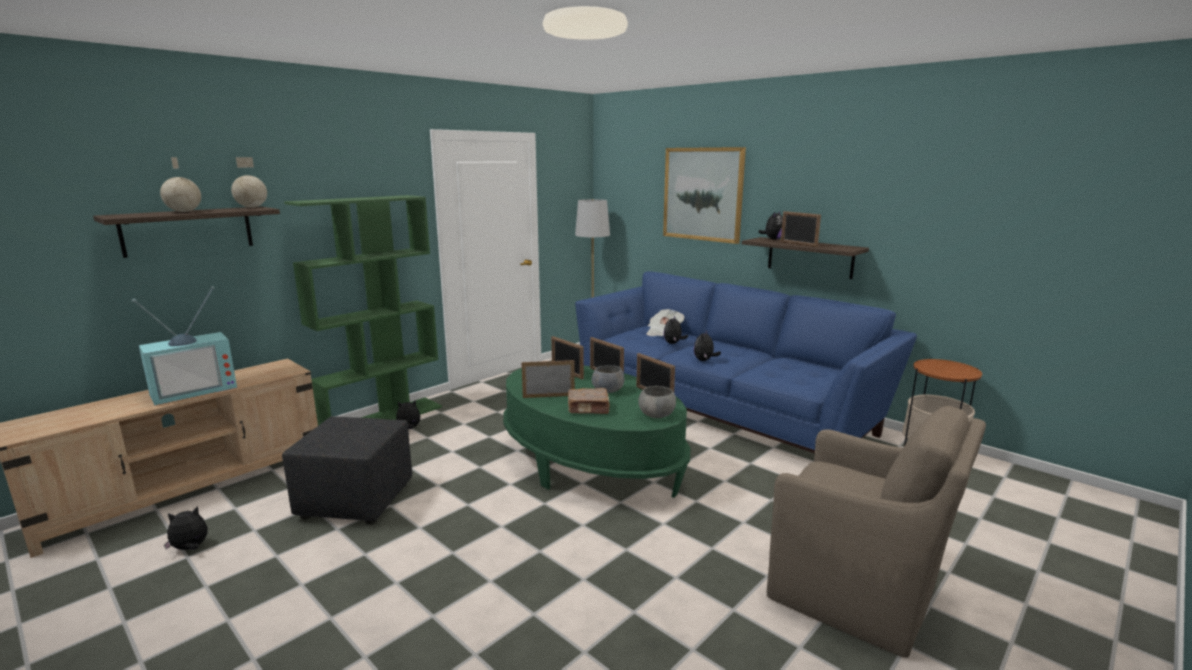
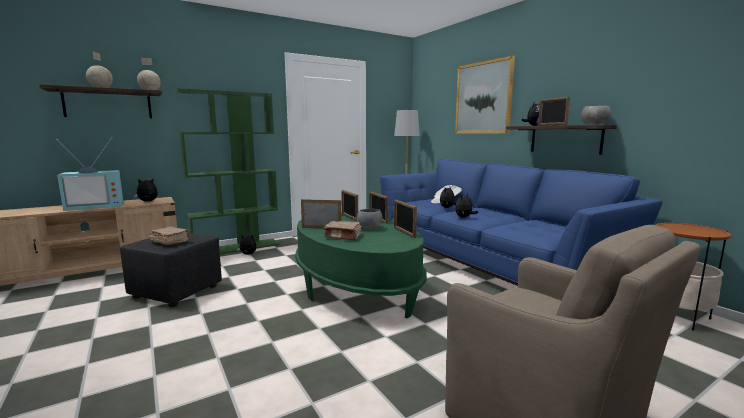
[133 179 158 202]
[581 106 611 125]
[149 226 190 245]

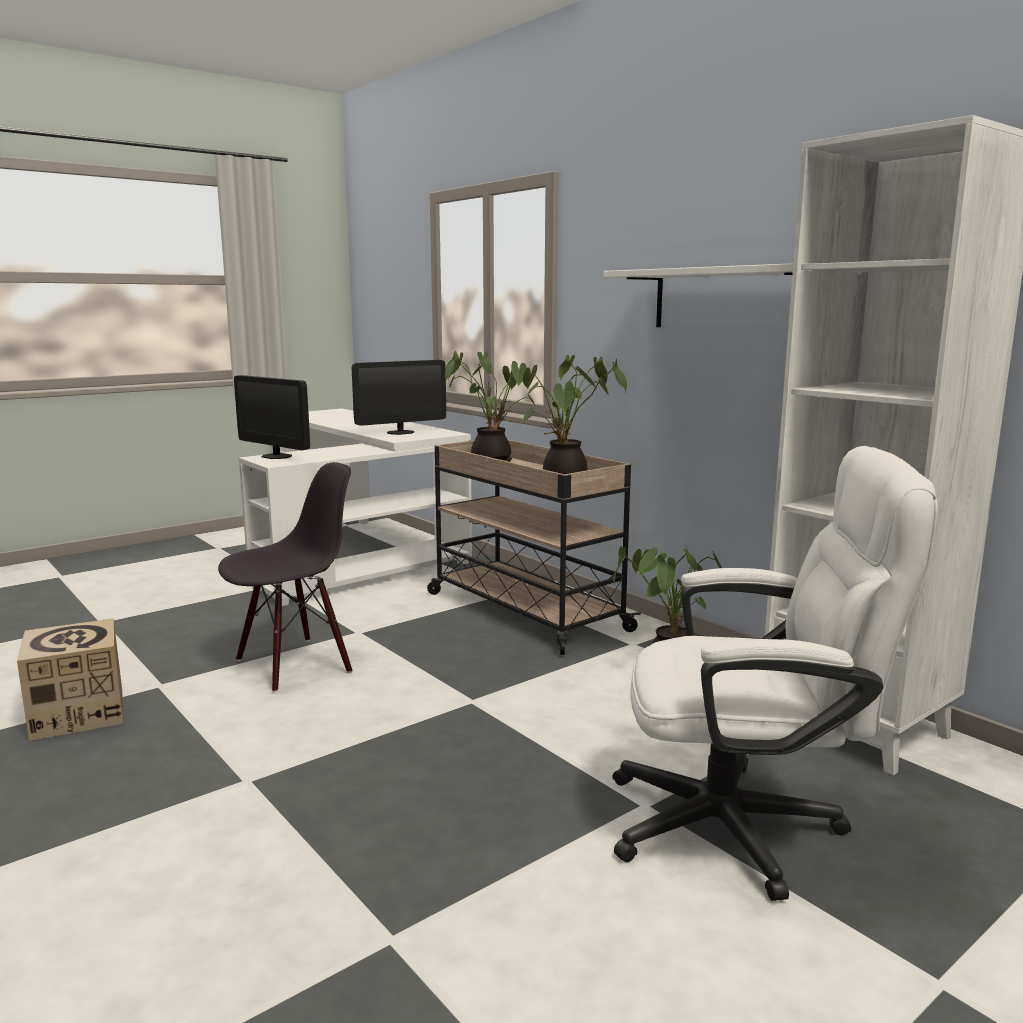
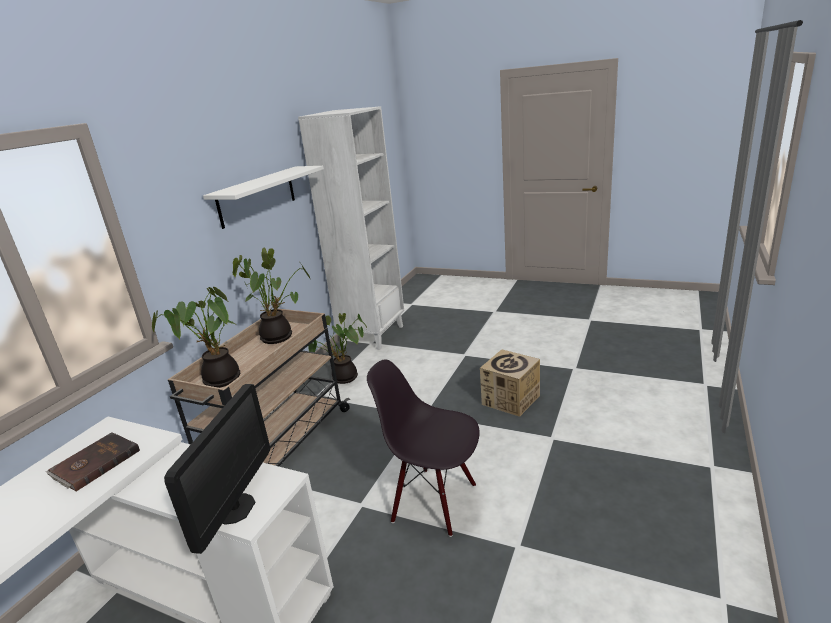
[480 349 540 417]
[46 432 140 492]
[613 446 938 901] (first image)

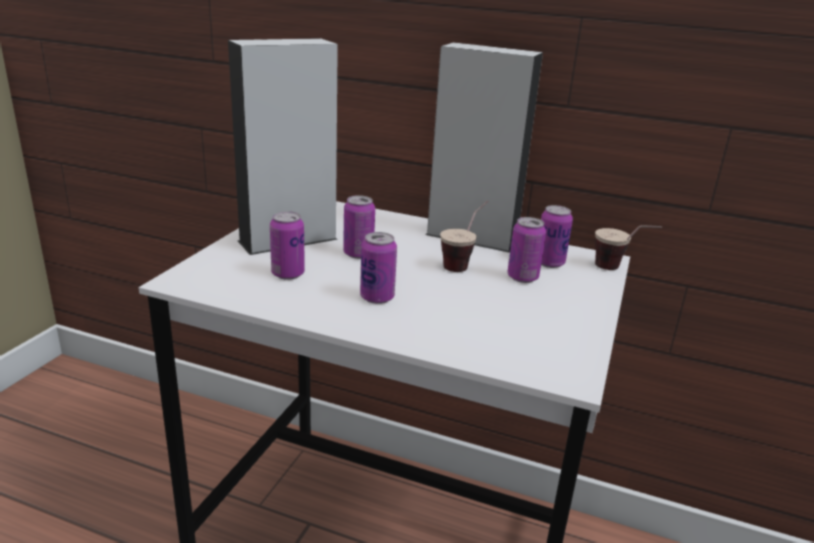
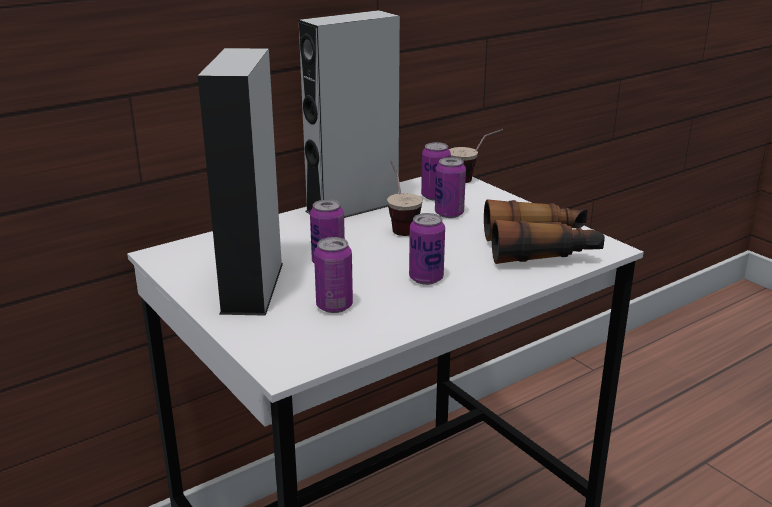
[484 199 605 264]

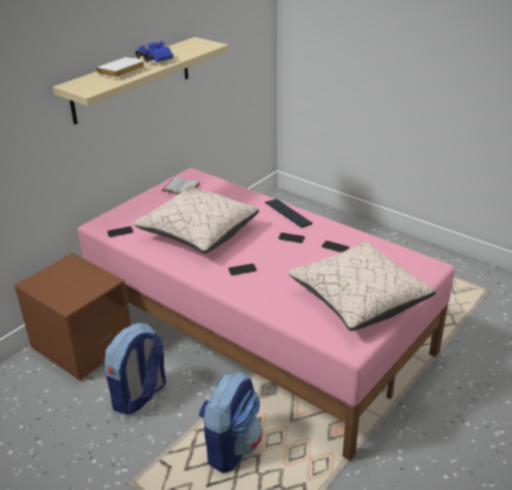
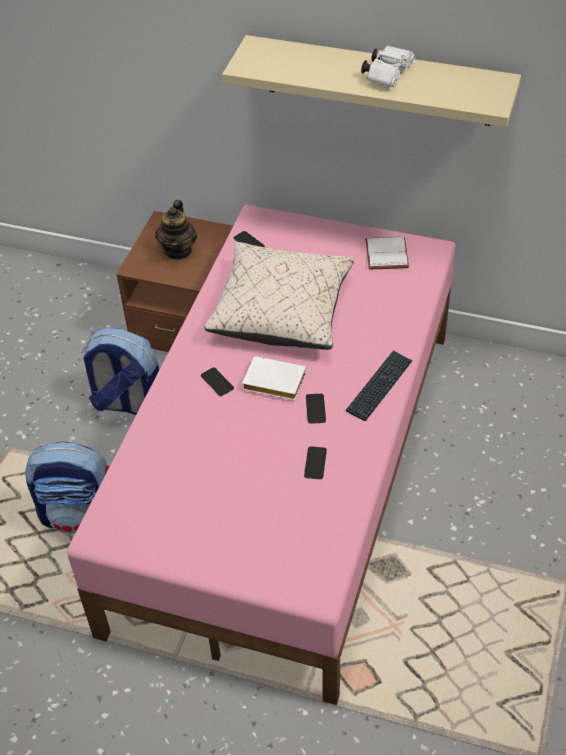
[242 356 306 401]
[361 46 415 88]
[288 241 436 331] (first image)
[155 200 197 260]

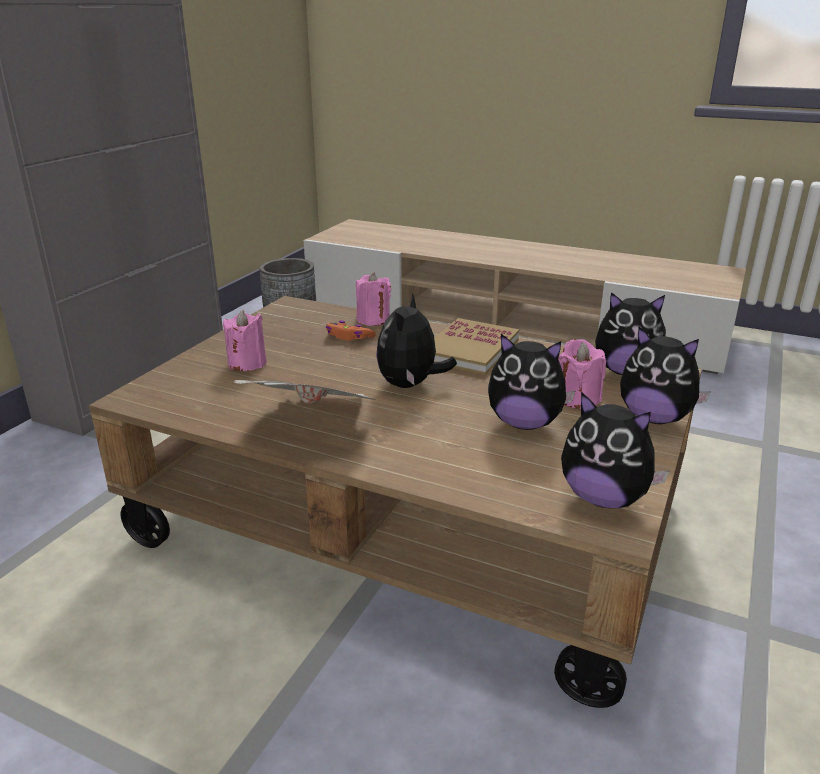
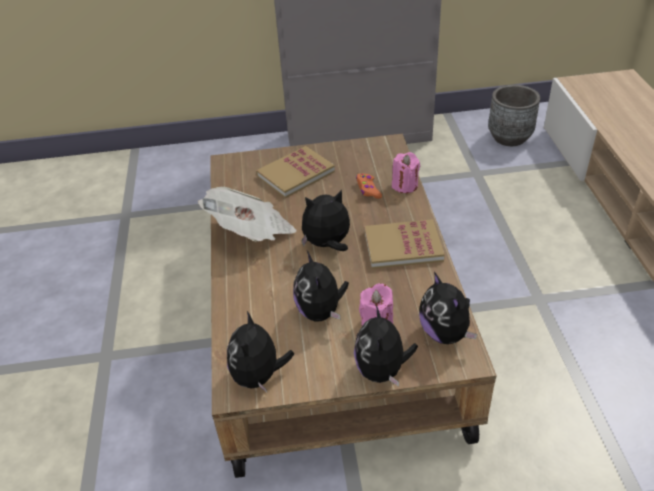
[256 146 335 198]

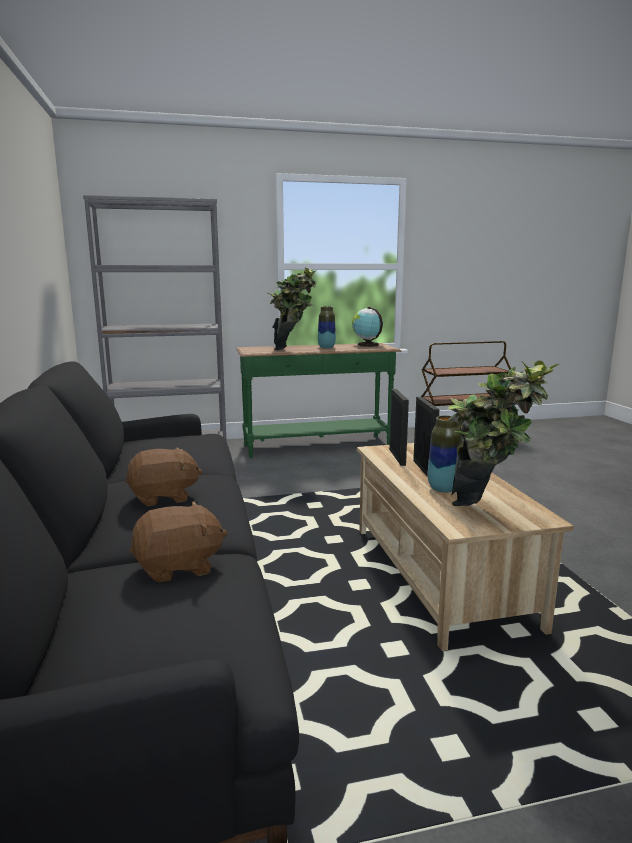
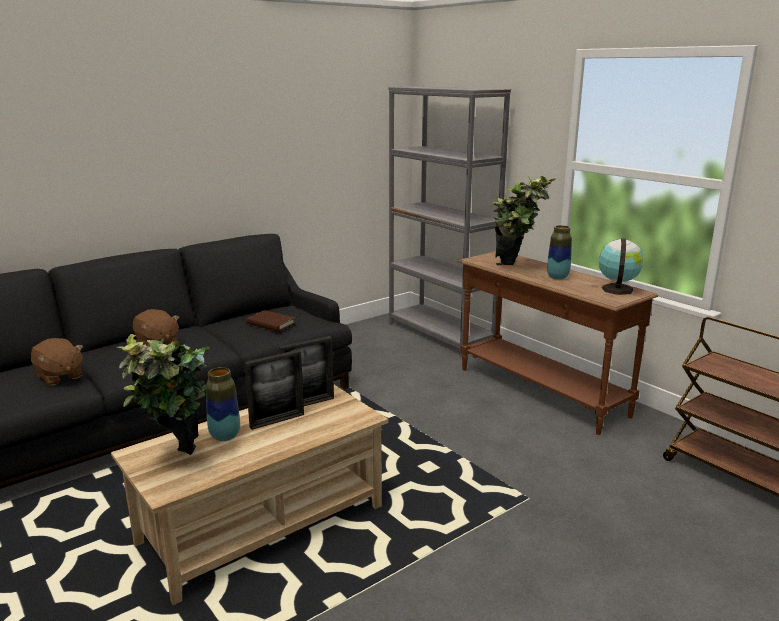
[457 251 658 435]
[246 310 295 332]

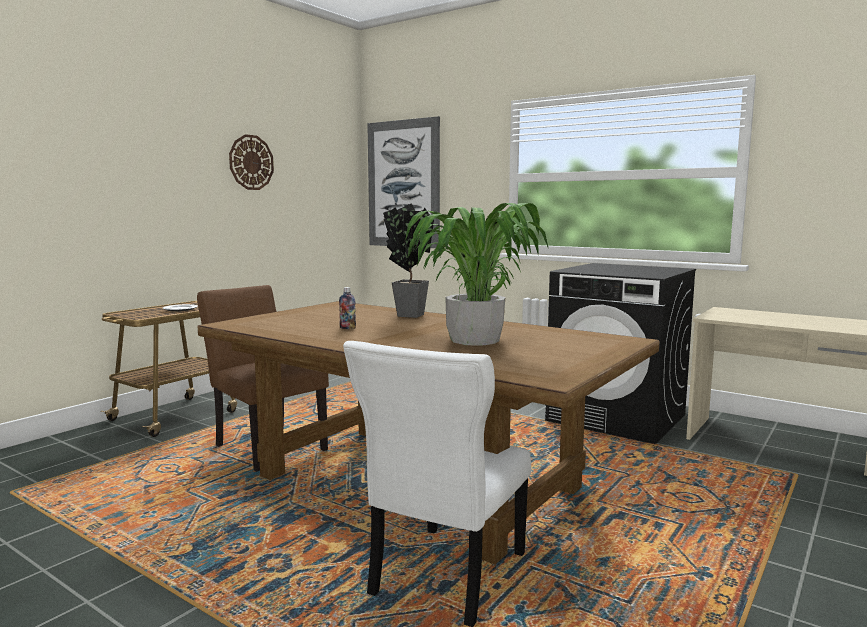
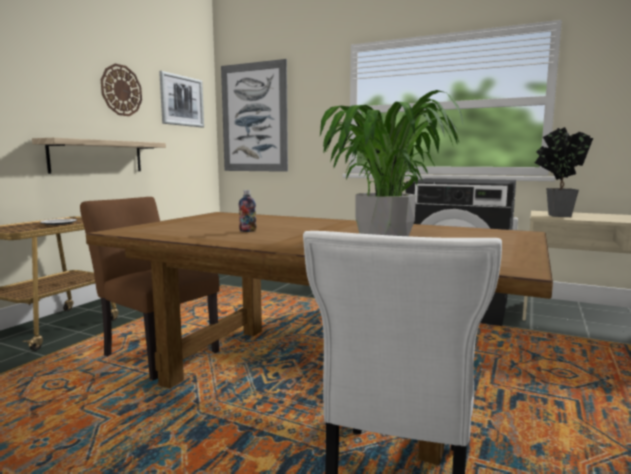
[535 127 593 217]
[32 138 166 174]
[159 71 204 127]

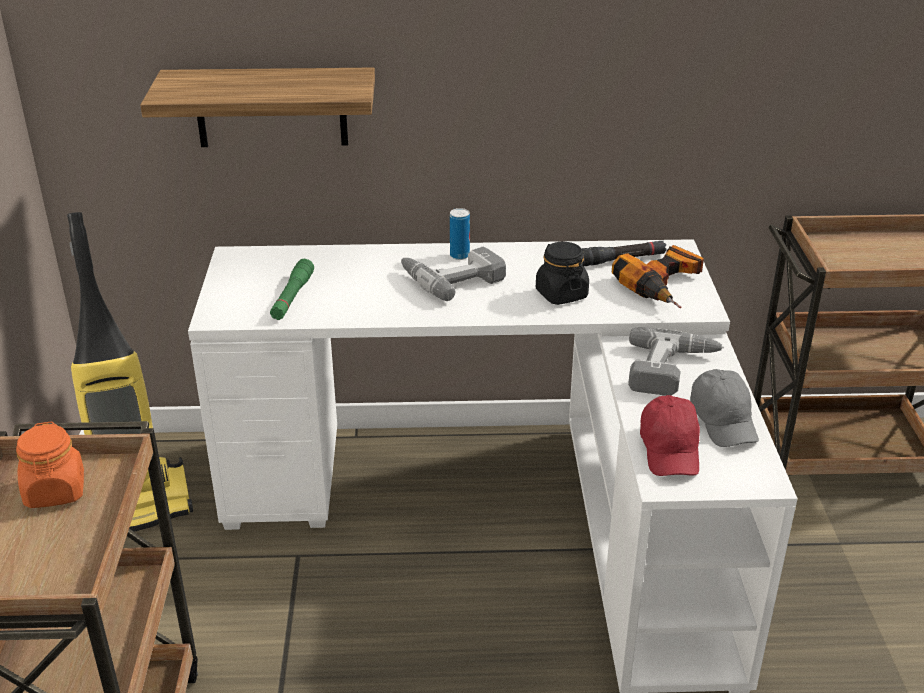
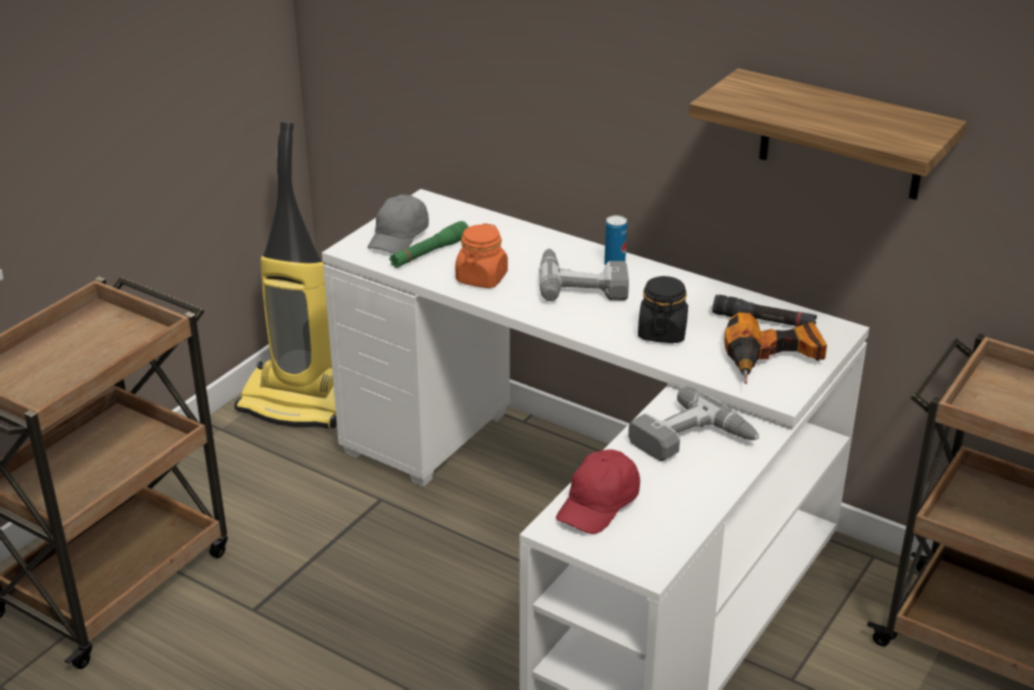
[455 223 508 288]
[689 68 967 200]
[367 195 429 254]

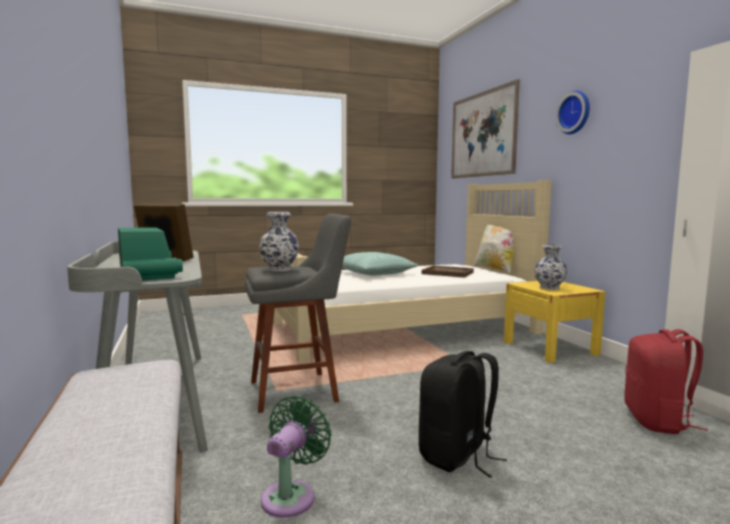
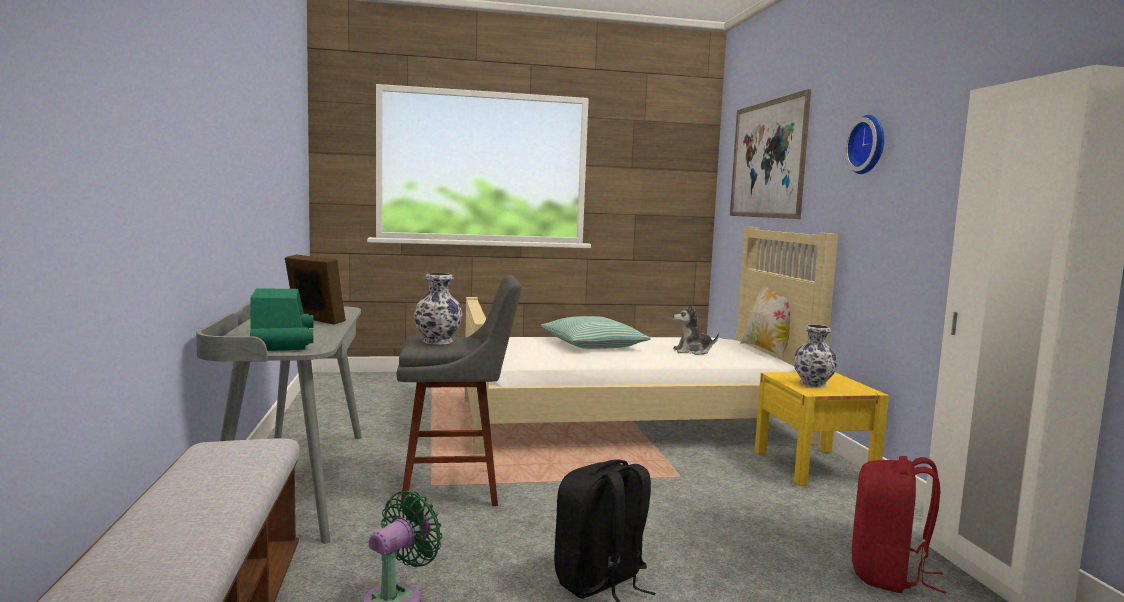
[673 303 719 355]

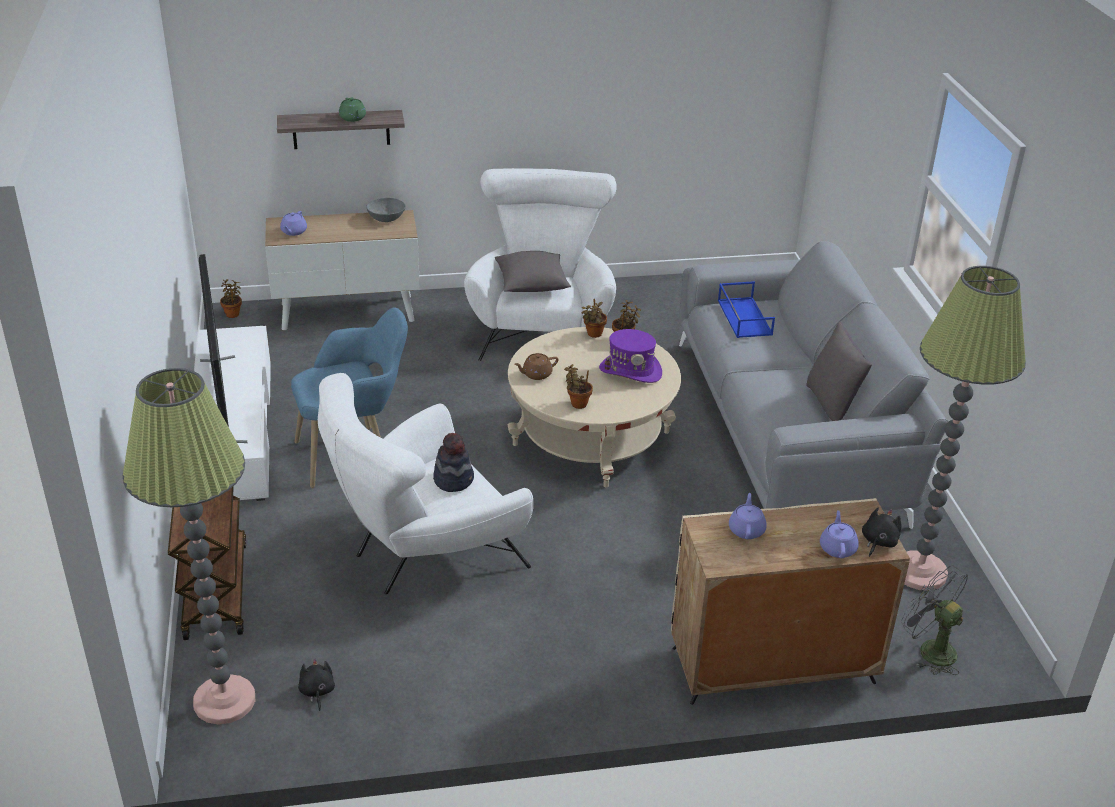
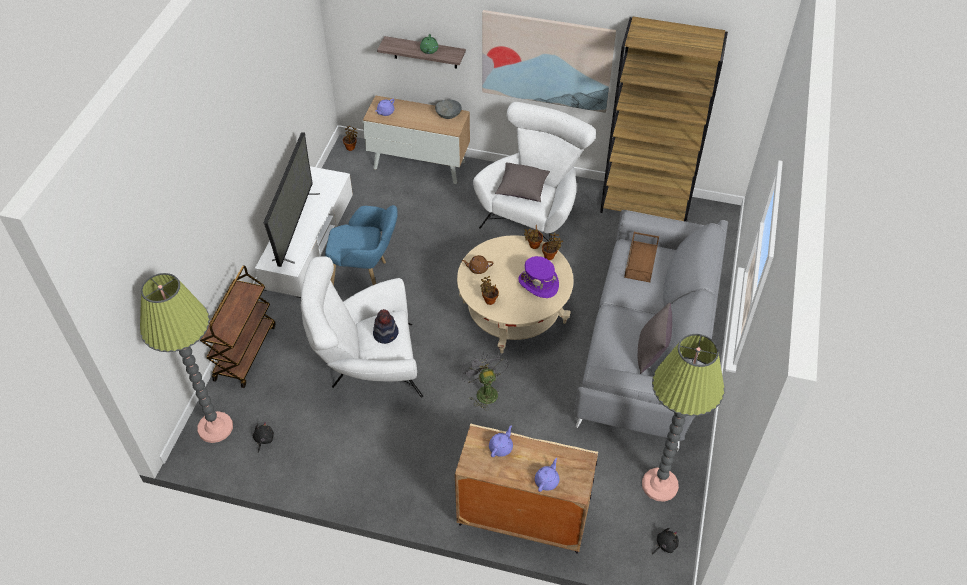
[624 232 659 283]
[652 528 679 554]
[461 351 509 411]
[482 10 616 113]
[600 17 728 222]

